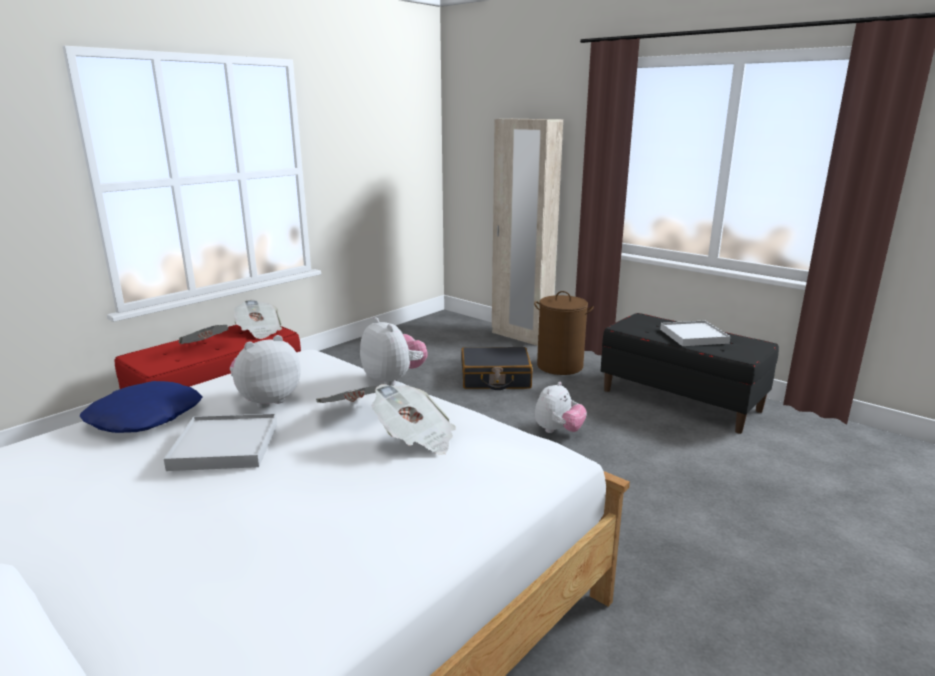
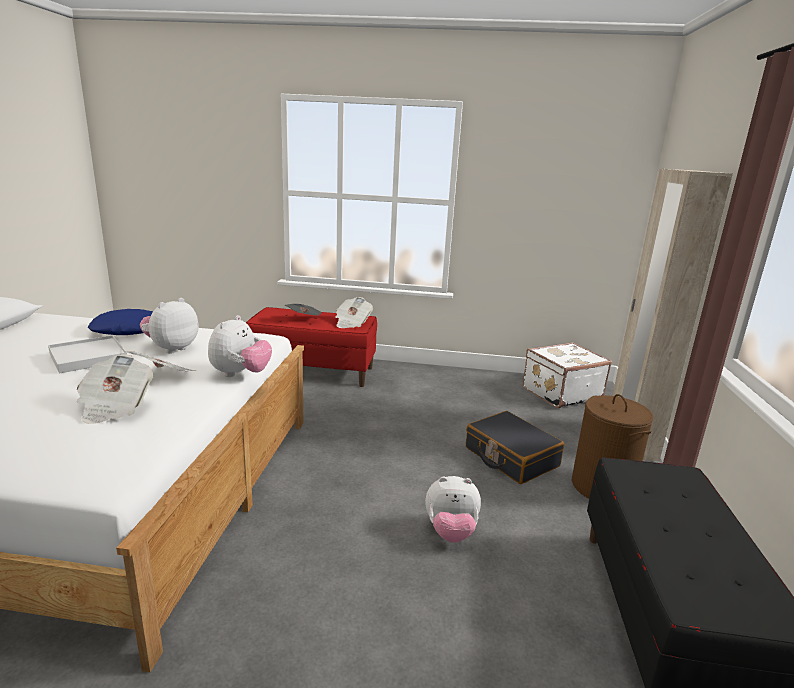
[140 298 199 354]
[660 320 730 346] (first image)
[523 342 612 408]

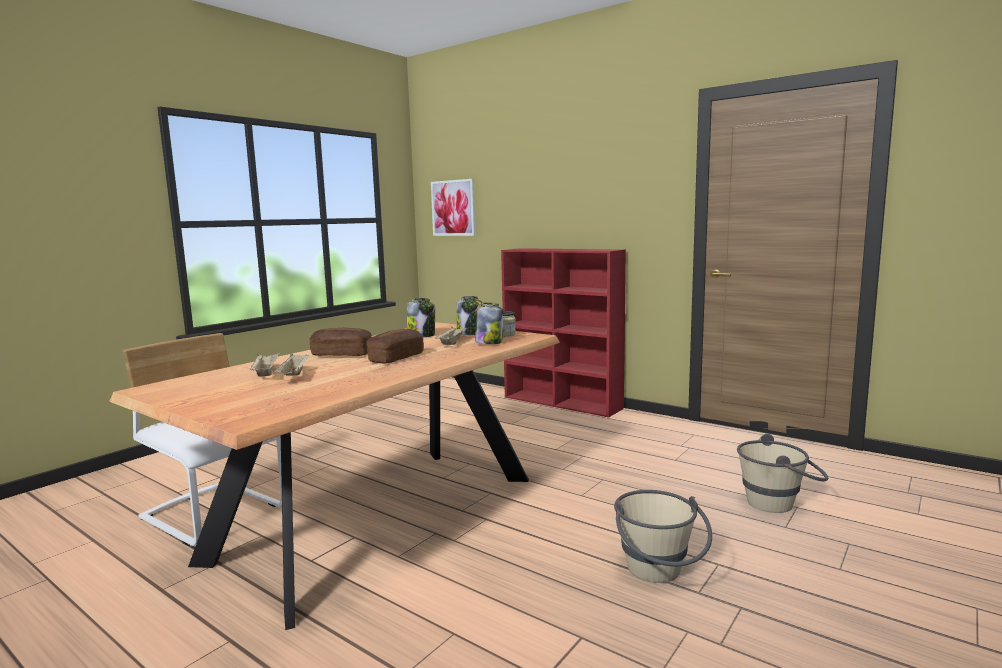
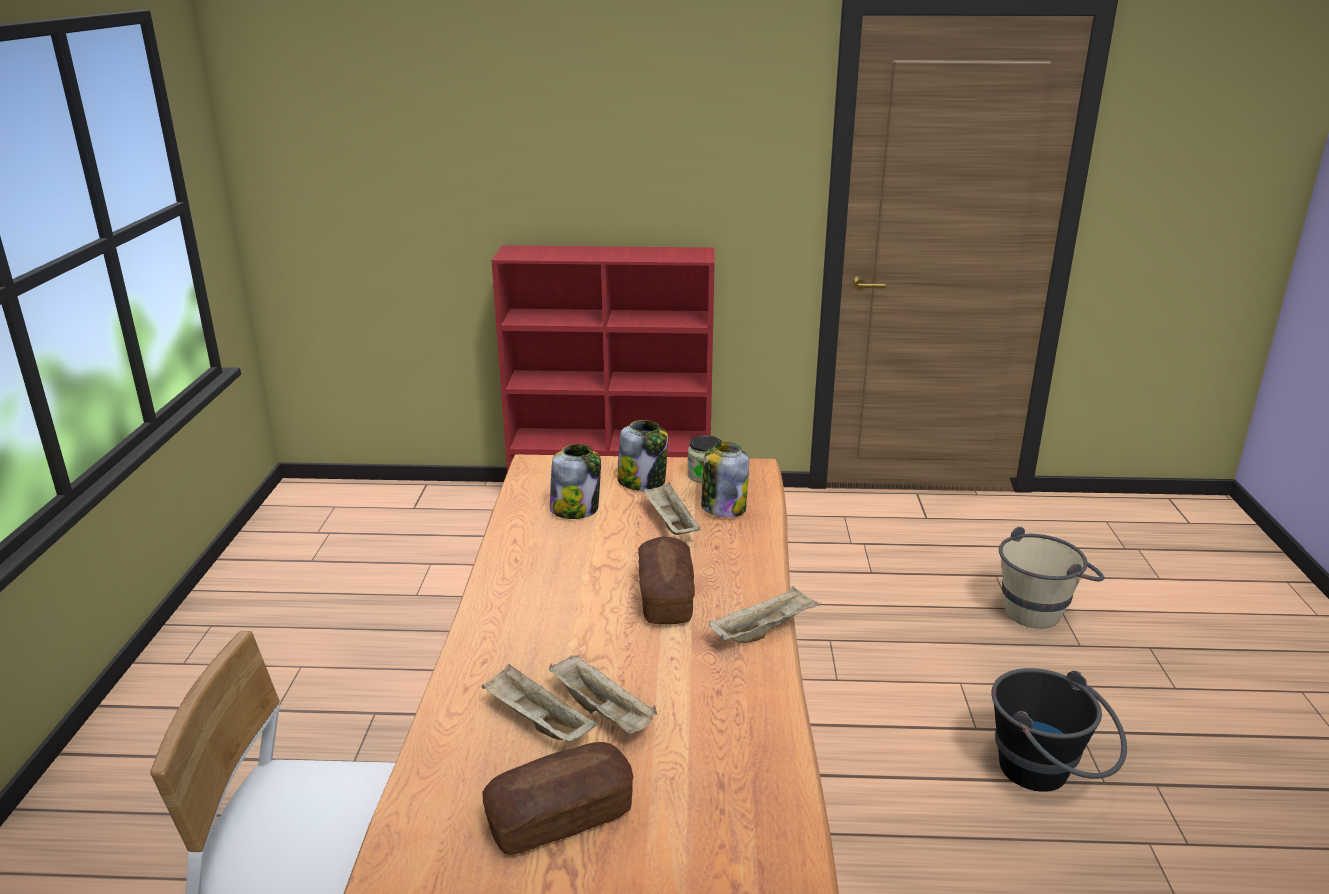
[483 742 633 855]
[431 179 476 236] (first image)
[991 668 1127 792]
[709 586 821 643]

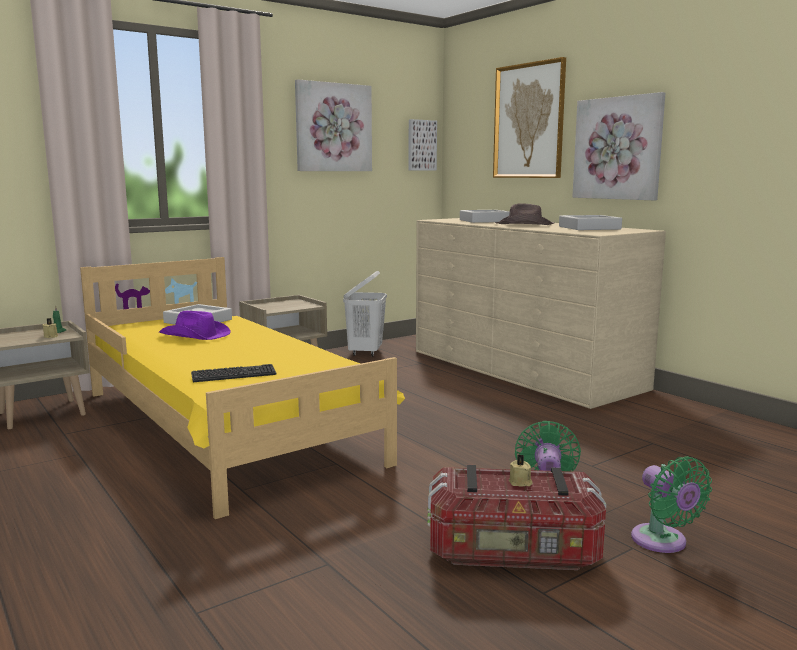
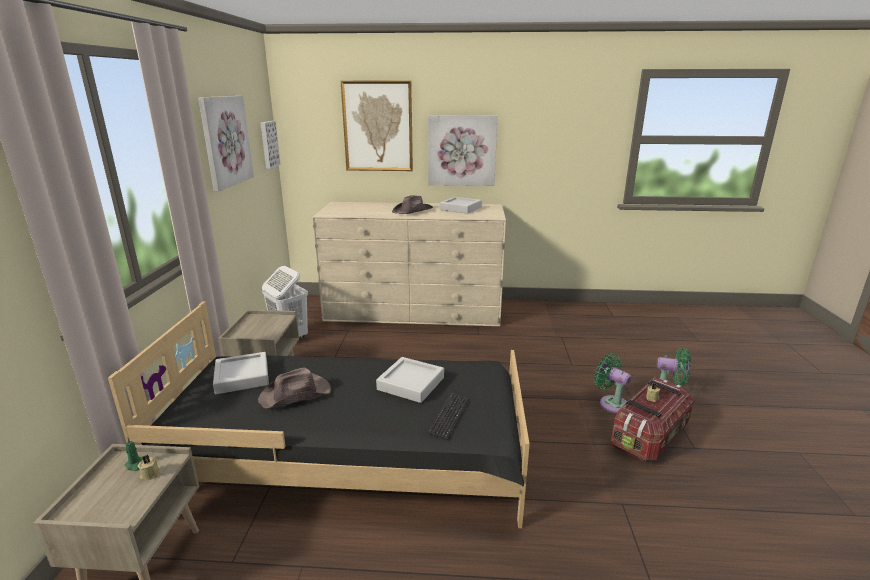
[108 301 530 528]
[258 367 331 409]
[376 357 444 403]

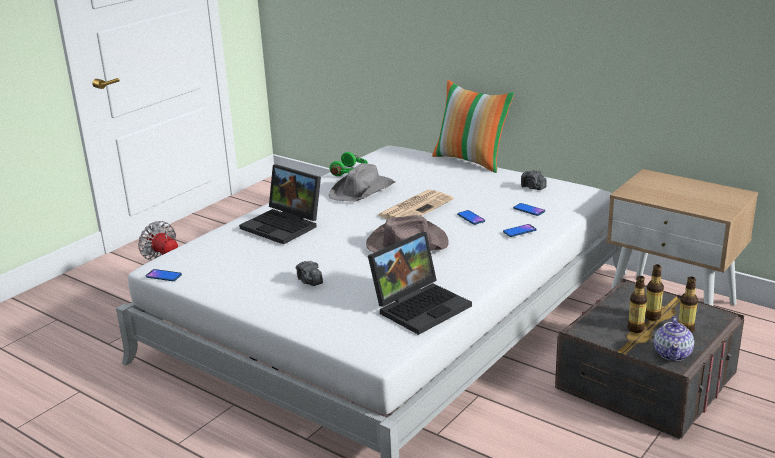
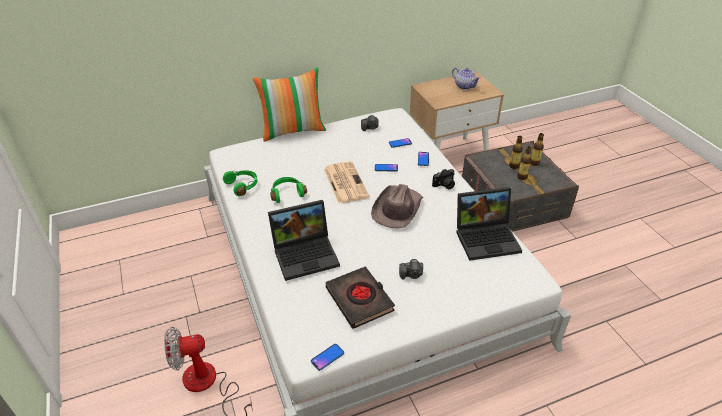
[270 177 307 203]
[456 187 522 261]
[452 68 481 90]
[326 266 395 329]
[432 169 455 189]

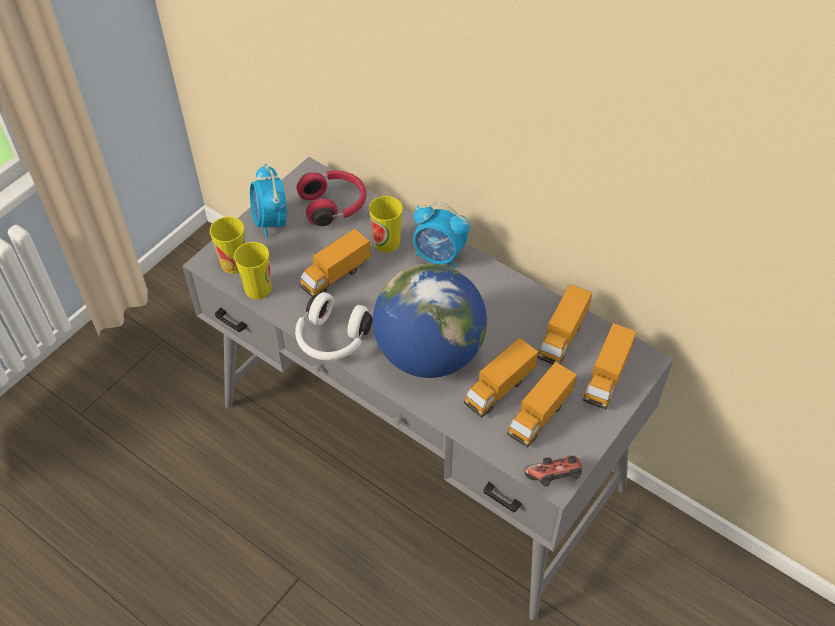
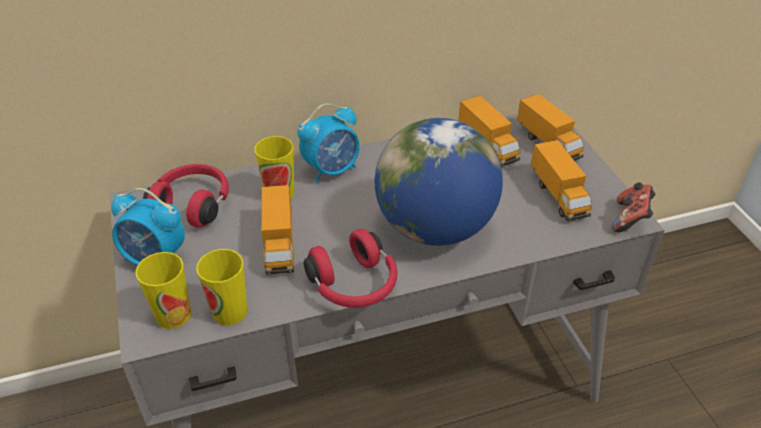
[303 229 398 308]
[464 337 538 418] (first image)

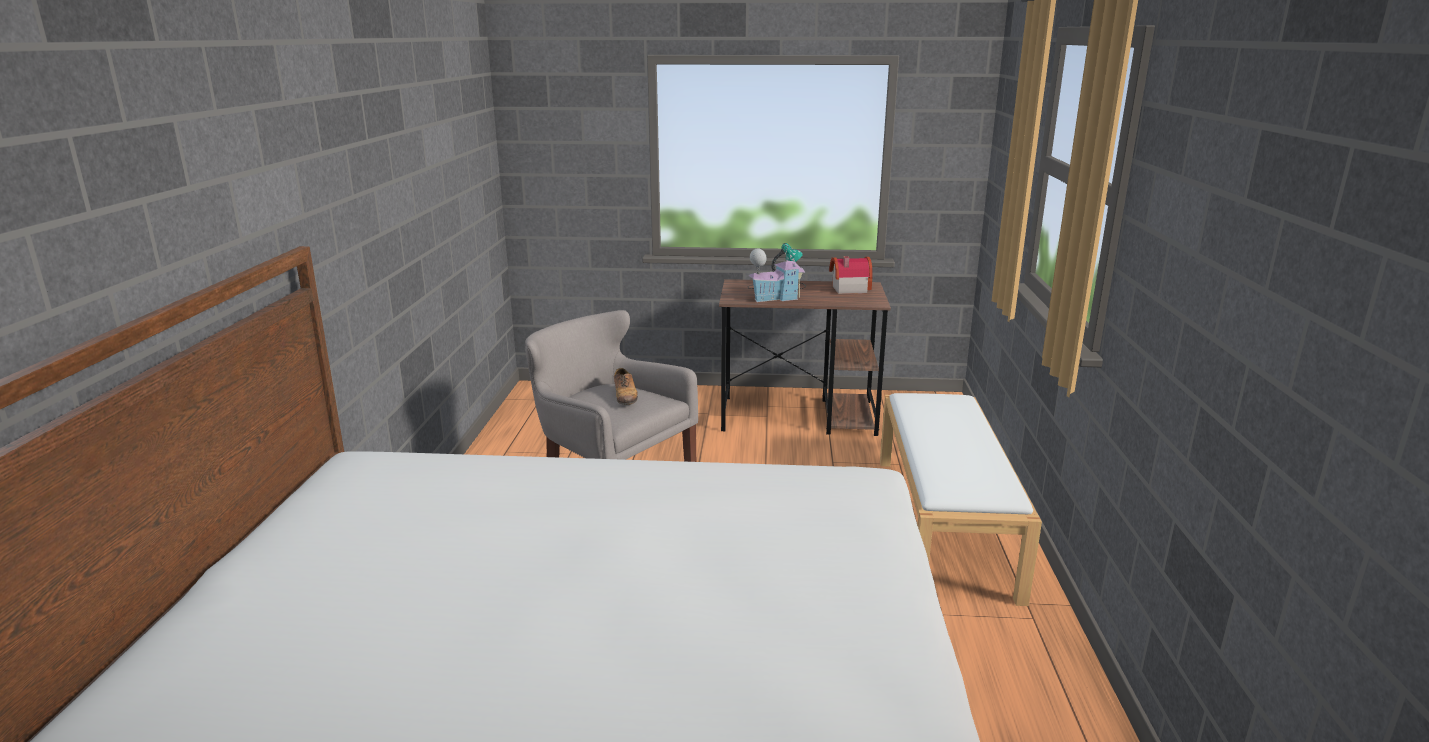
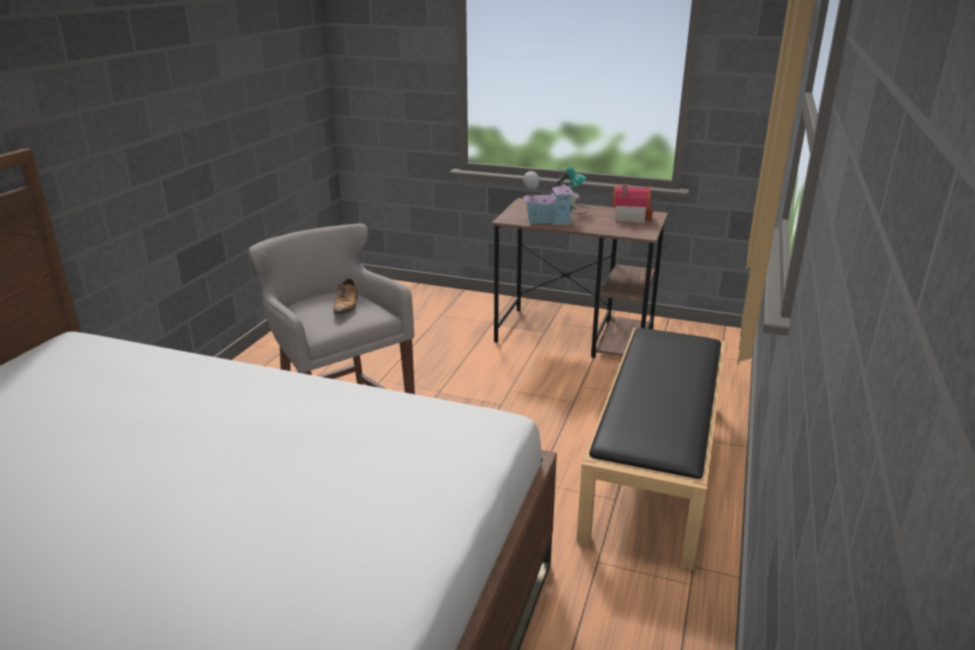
[576 328 725 570]

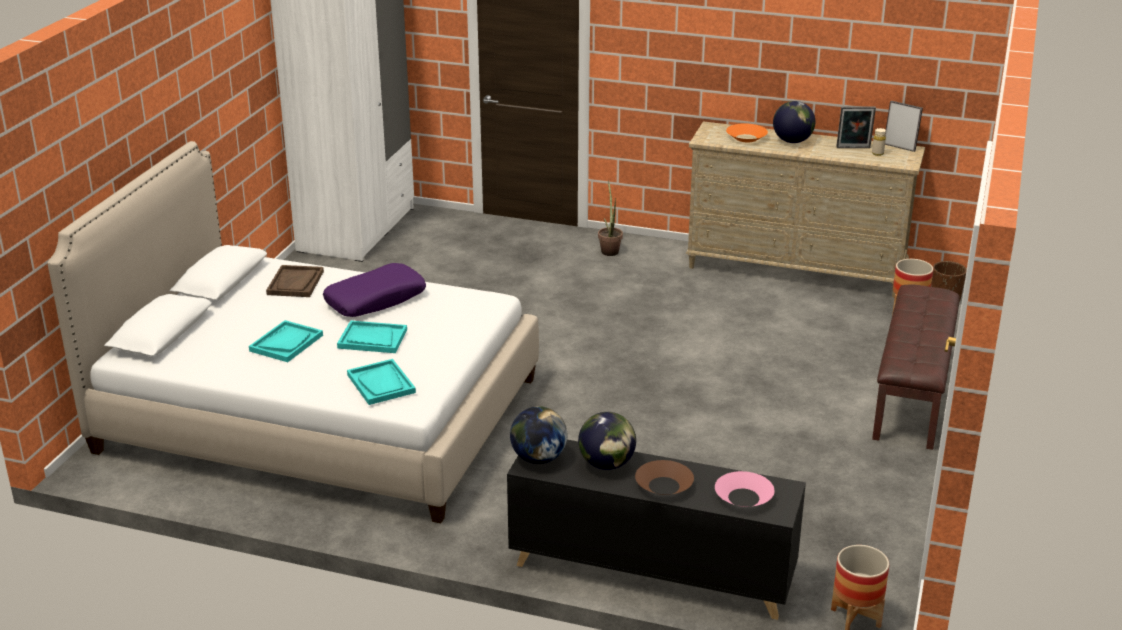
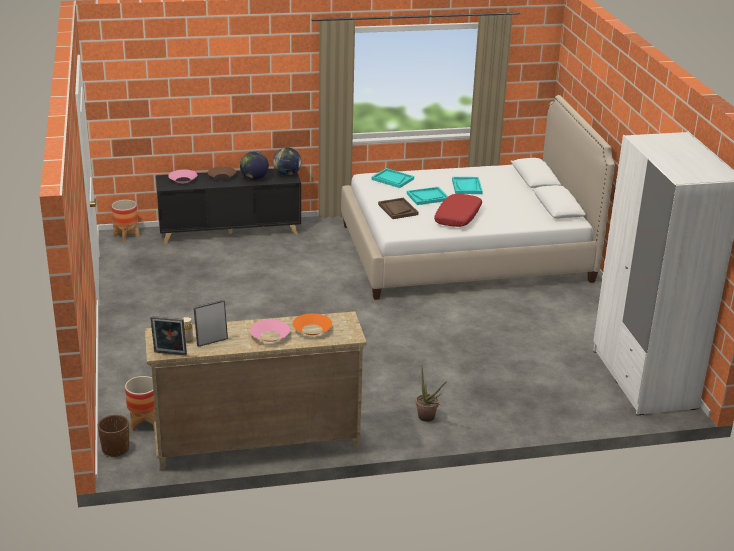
[378 198 418 219]
[434 194 482 227]
[250 320 290 342]
[872 285 960 450] (first image)

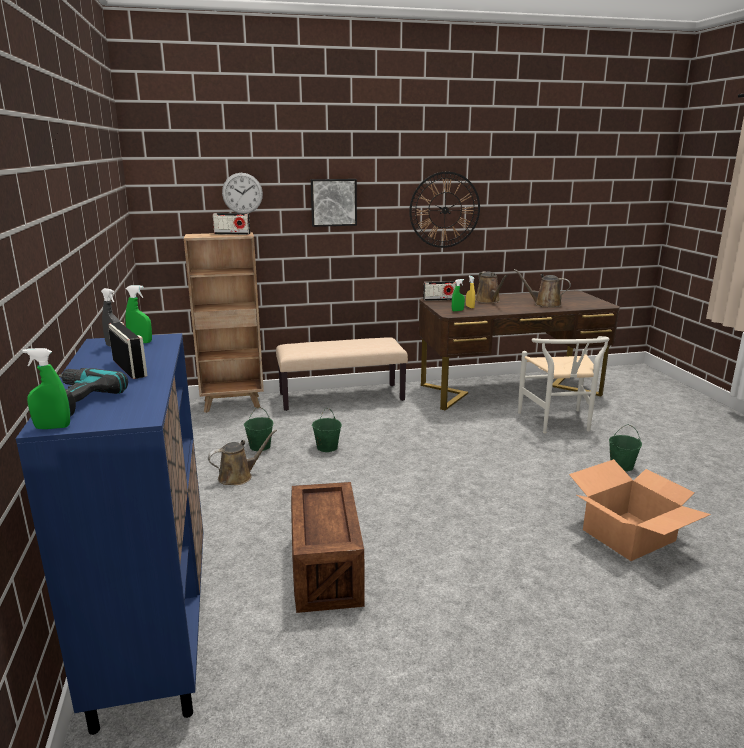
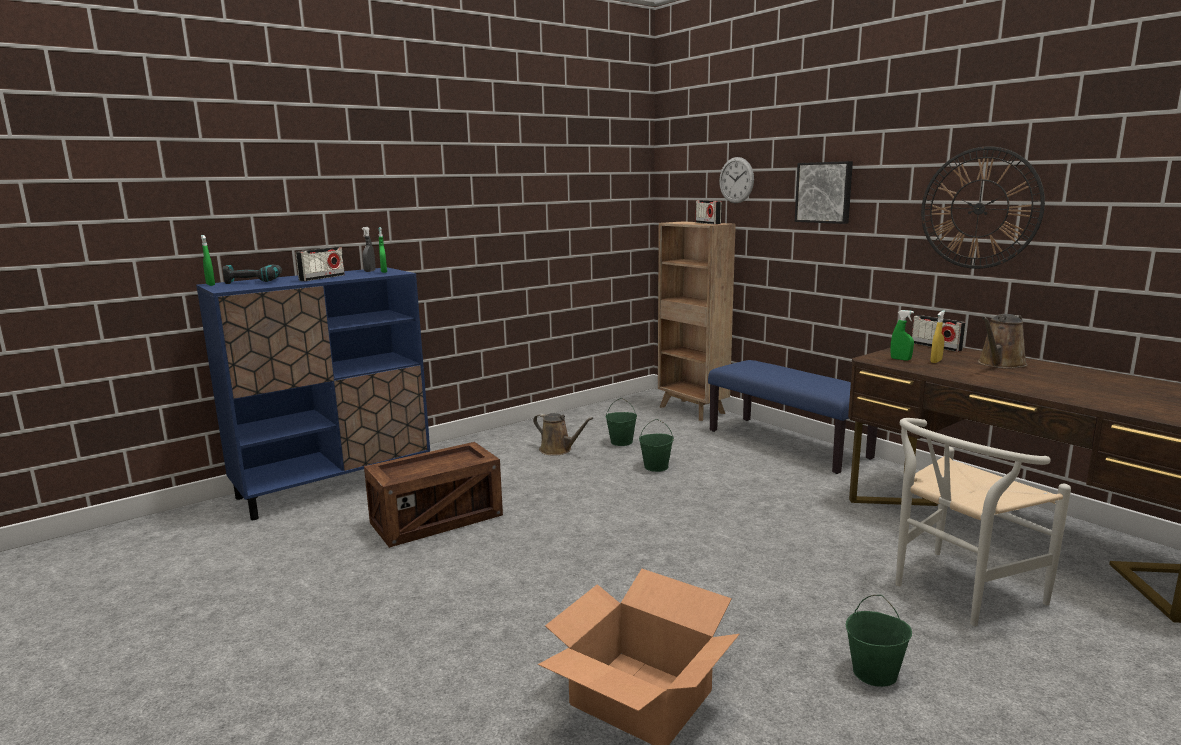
[708 360 878 474]
[514 269 571 308] (first image)

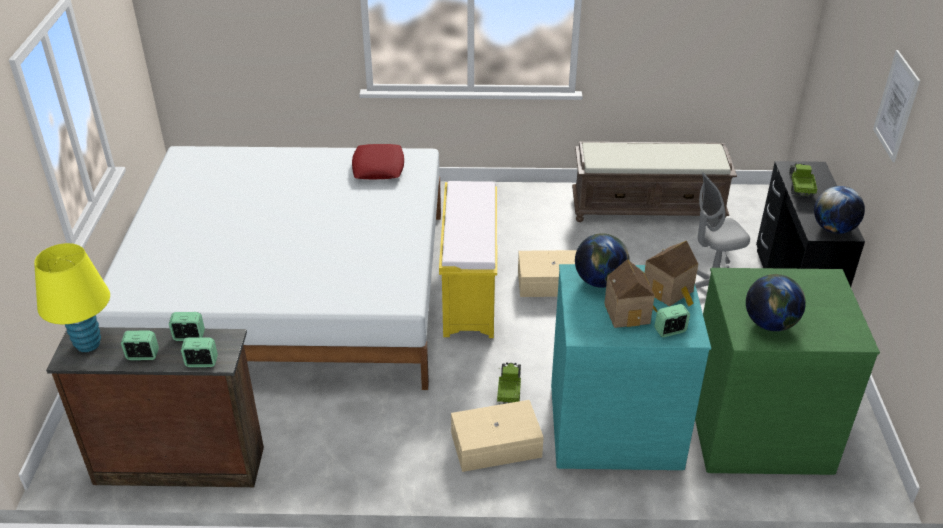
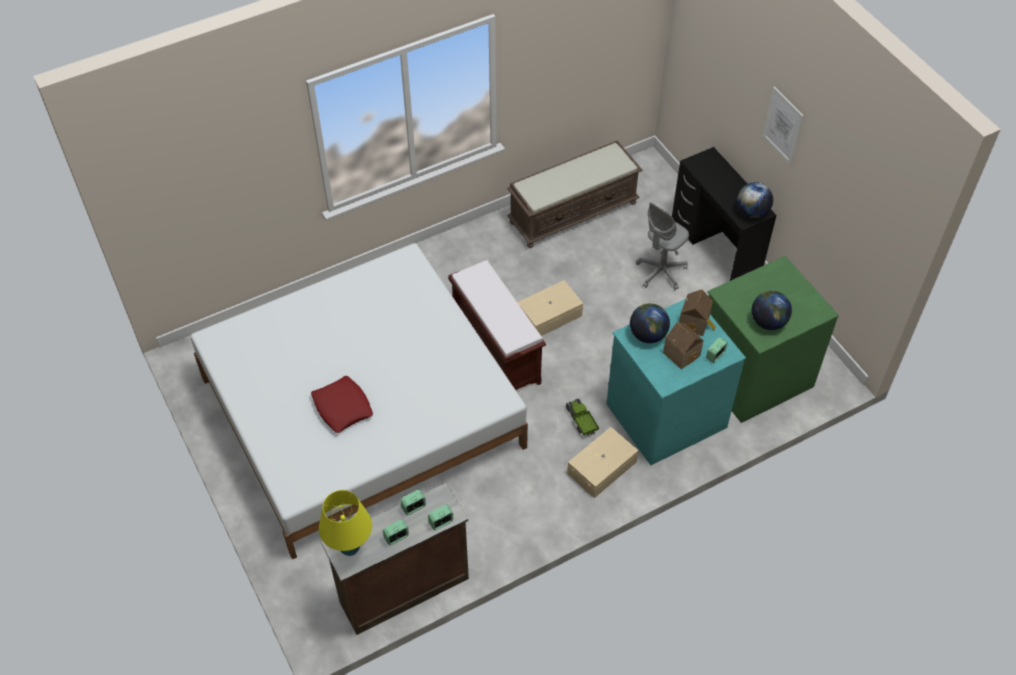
[311 376 373 433]
[448 260 546 390]
[789 163 817 197] (first image)

